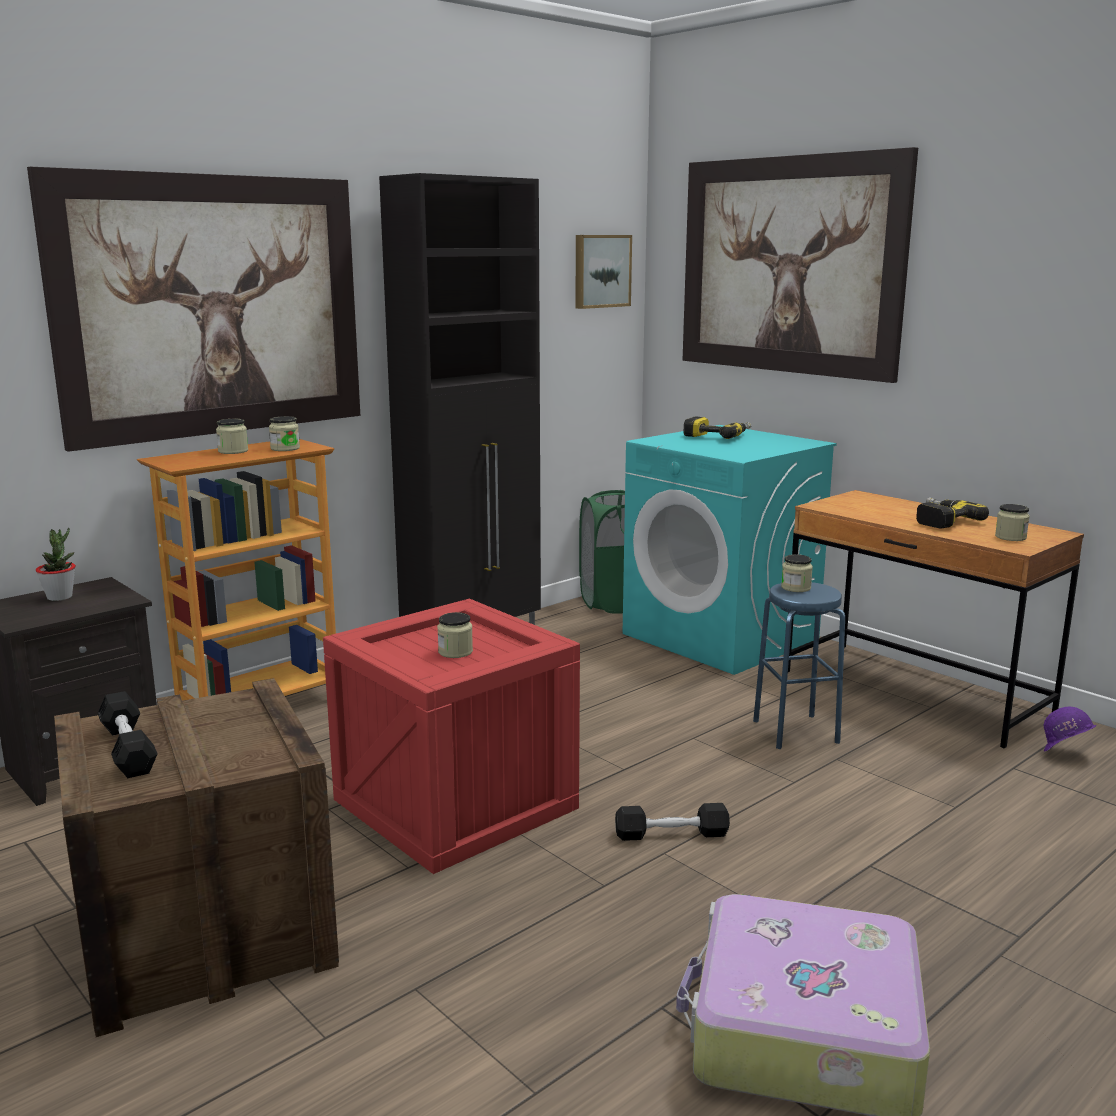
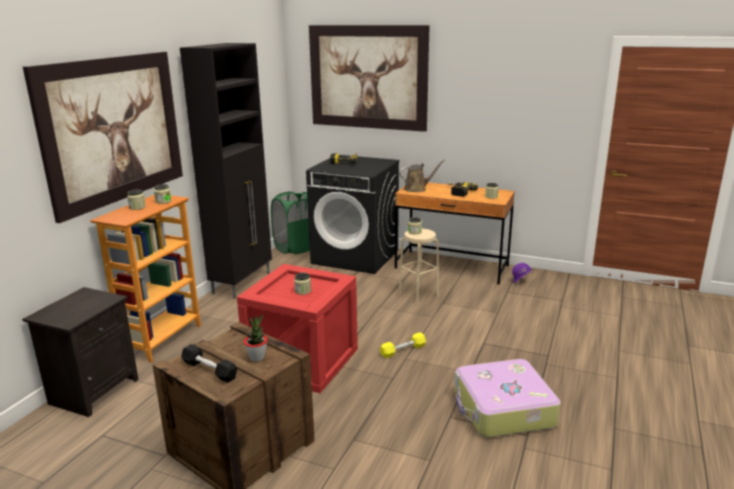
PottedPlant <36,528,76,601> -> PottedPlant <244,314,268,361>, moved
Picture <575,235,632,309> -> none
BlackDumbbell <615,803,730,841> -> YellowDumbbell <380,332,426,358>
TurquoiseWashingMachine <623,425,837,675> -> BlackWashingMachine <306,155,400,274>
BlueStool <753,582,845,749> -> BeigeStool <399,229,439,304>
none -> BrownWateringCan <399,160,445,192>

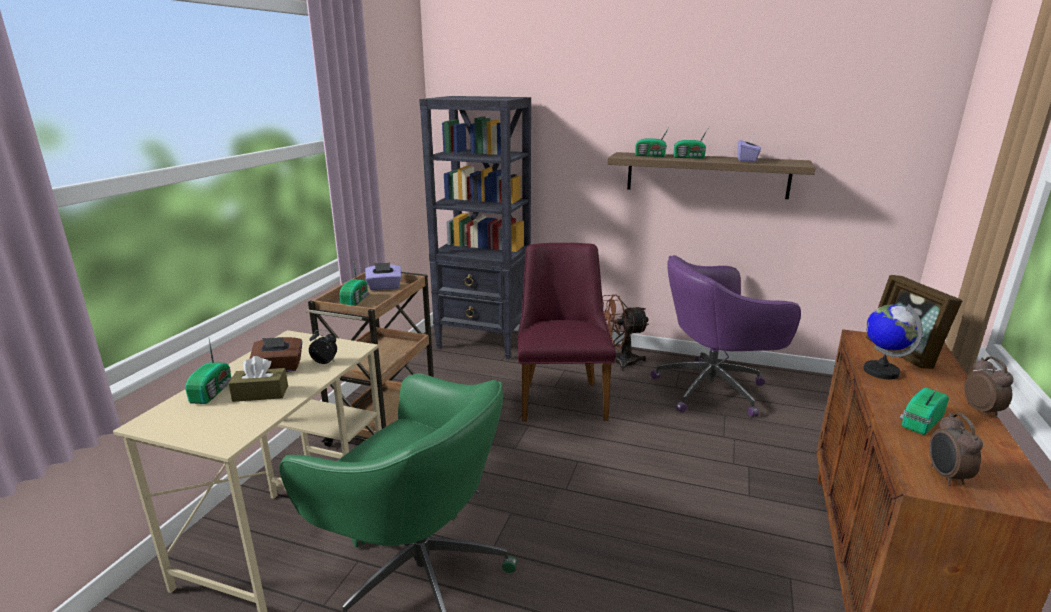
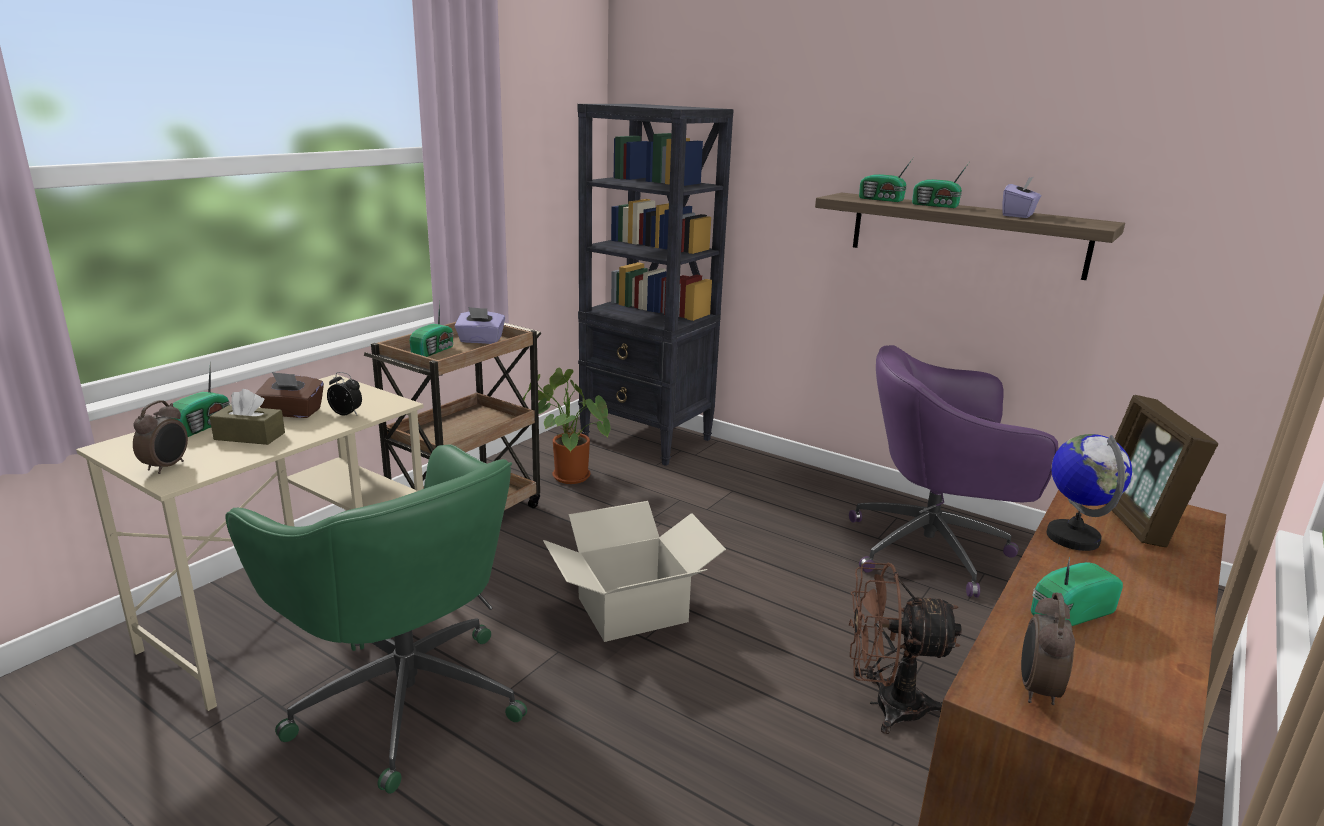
PurpleChair <517,243,616,422> -> none
BrownFan <602,294,649,371> -> BrownFan <849,562,962,734>, moved
AlarmClock <964,357,1014,418> -> AlarmClock <133,400,188,474>, moved
none -> PottedPlant <523,368,610,484>
none -> CardboardBox <543,501,726,642>

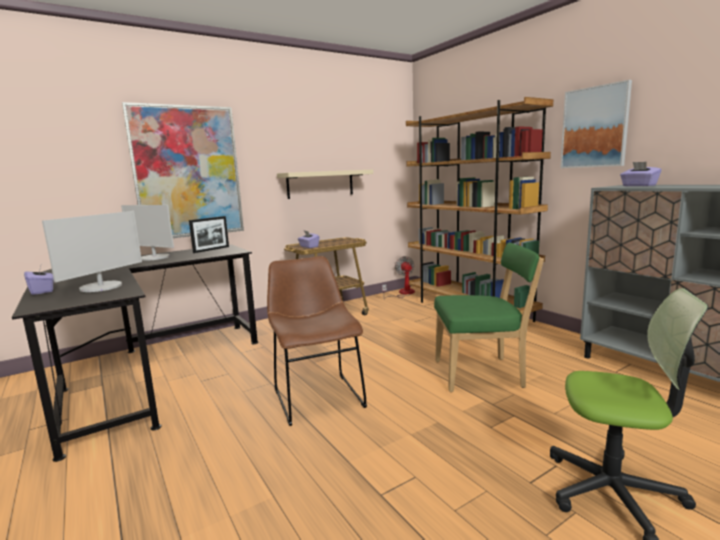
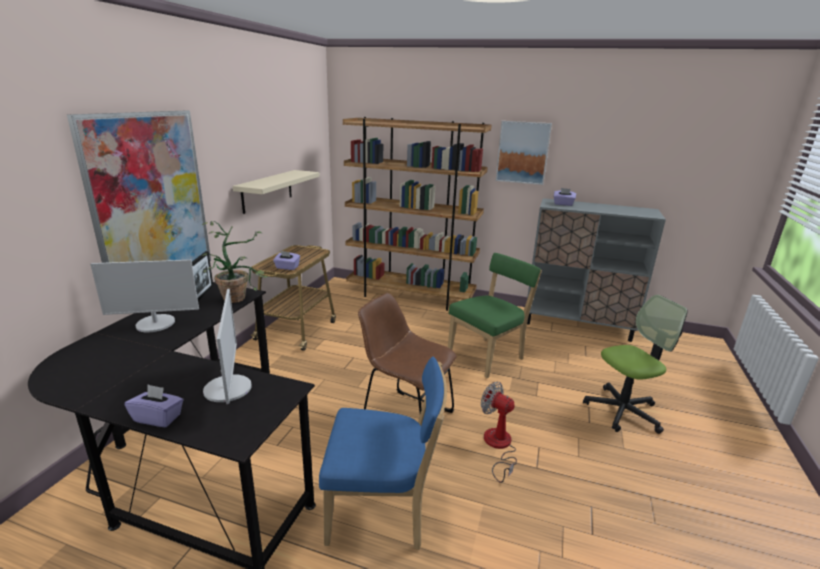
Fan <382,256,415,299> -> Fan <481,381,517,483>, moved
none -> PottedPlant <202,221,268,303>
none -> BlueChair <319,357,447,550>

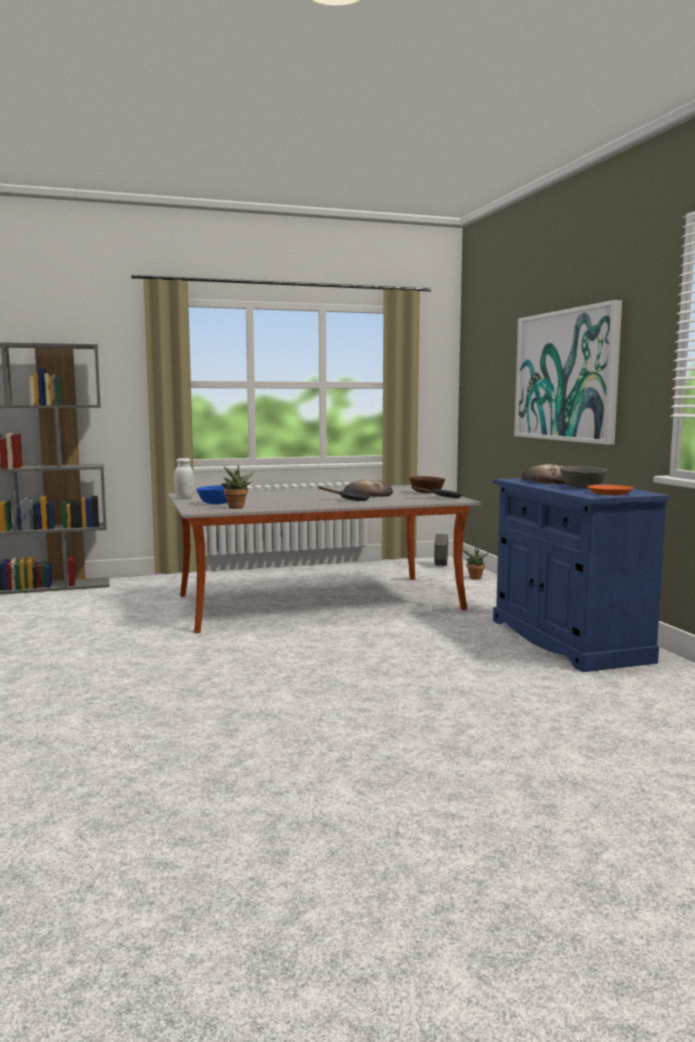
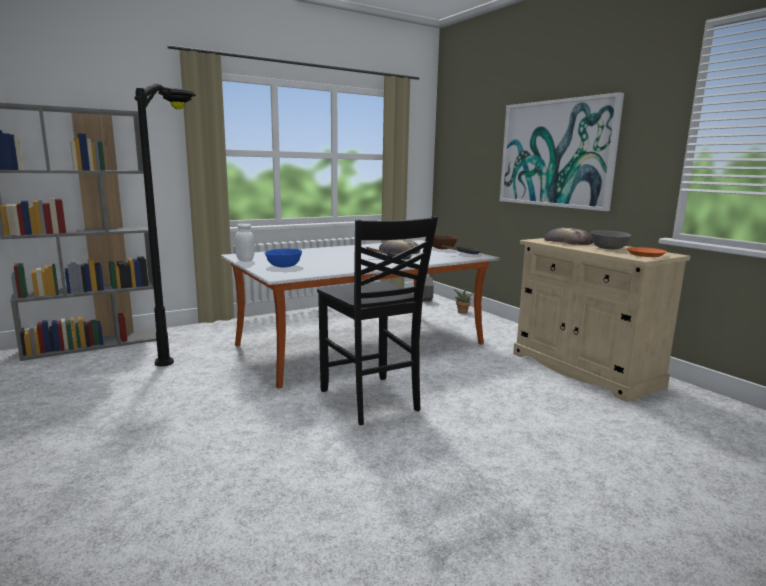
PottedPlant <221,465,254,509> -> none
BlueCabinet <493,478,670,672> -> BeigeCabinet <513,238,690,402>
none -> BlackFloorLamp <135,84,196,366>
none -> BlackChair <317,216,438,425>

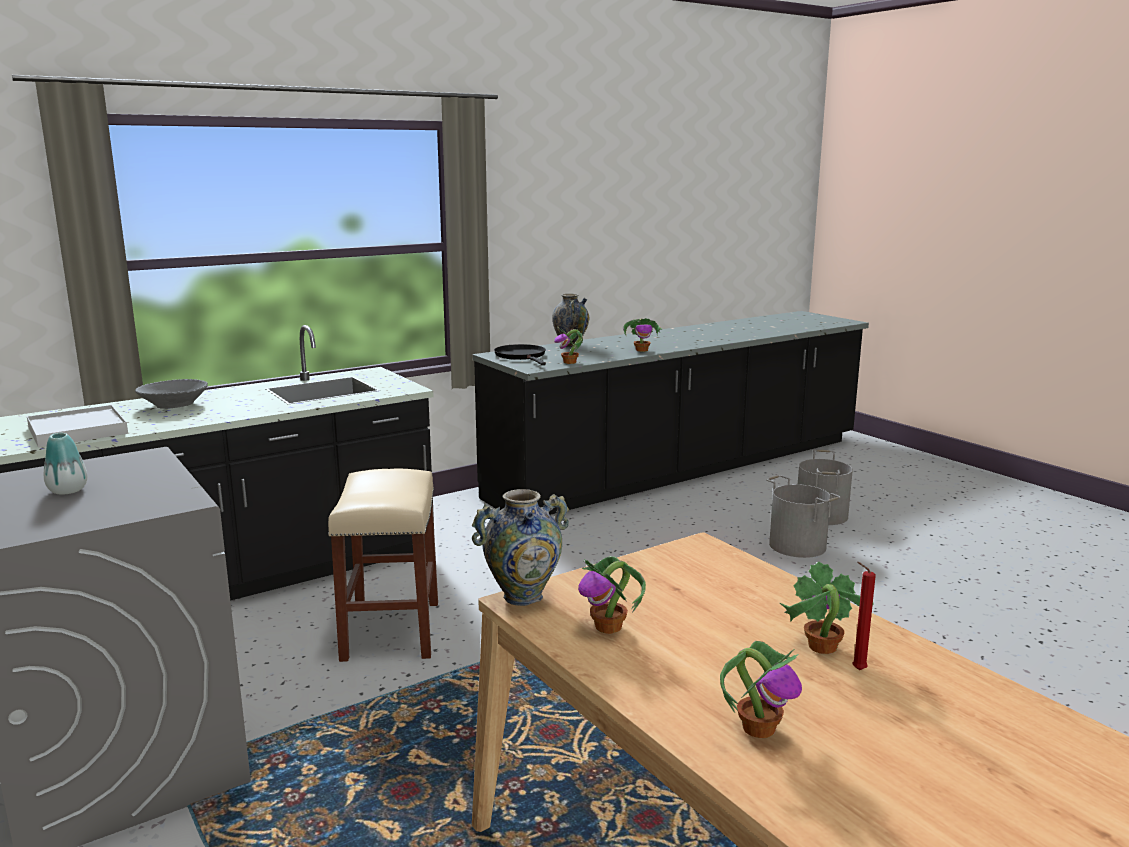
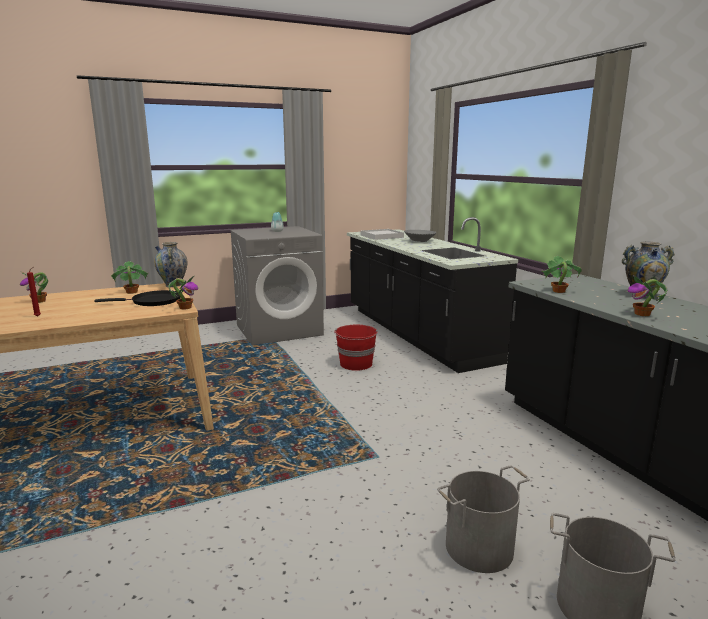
BeigeStool <328,469,438,662> -> RedBucket <334,325,378,371>
BlackFryingPan <494,344,546,365> -> BlackFryingPan <94,290,181,306>, moved
PottedPlant <780,561,874,654> -> PottedPlant <168,276,198,309>, moved

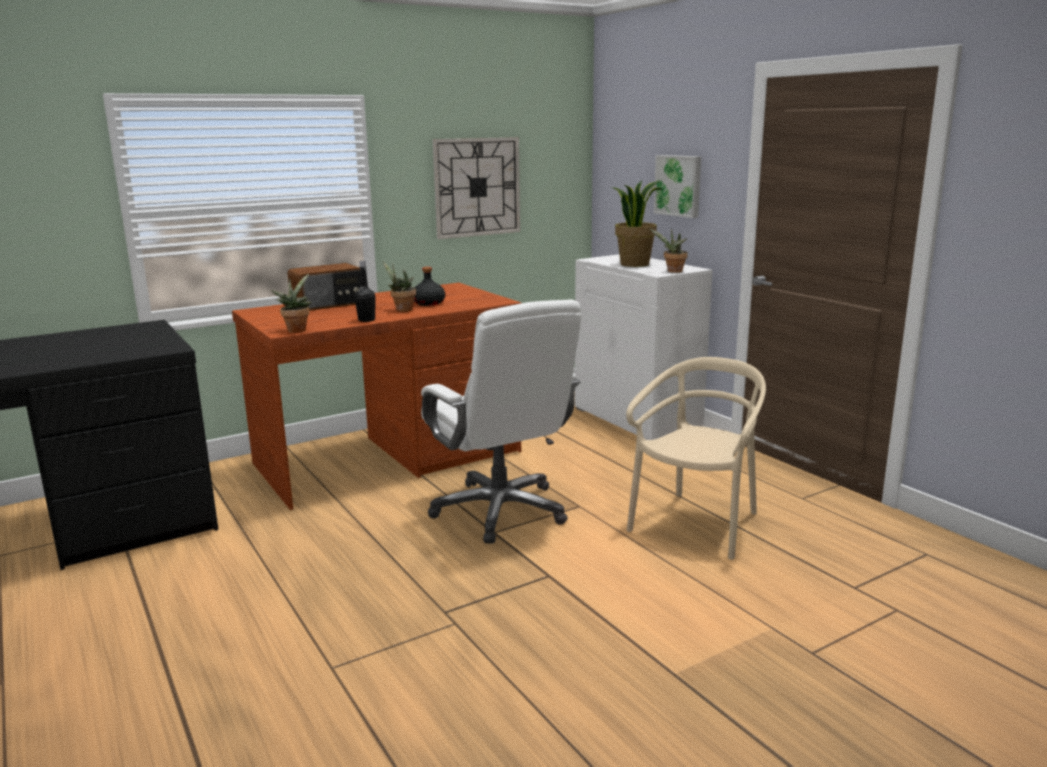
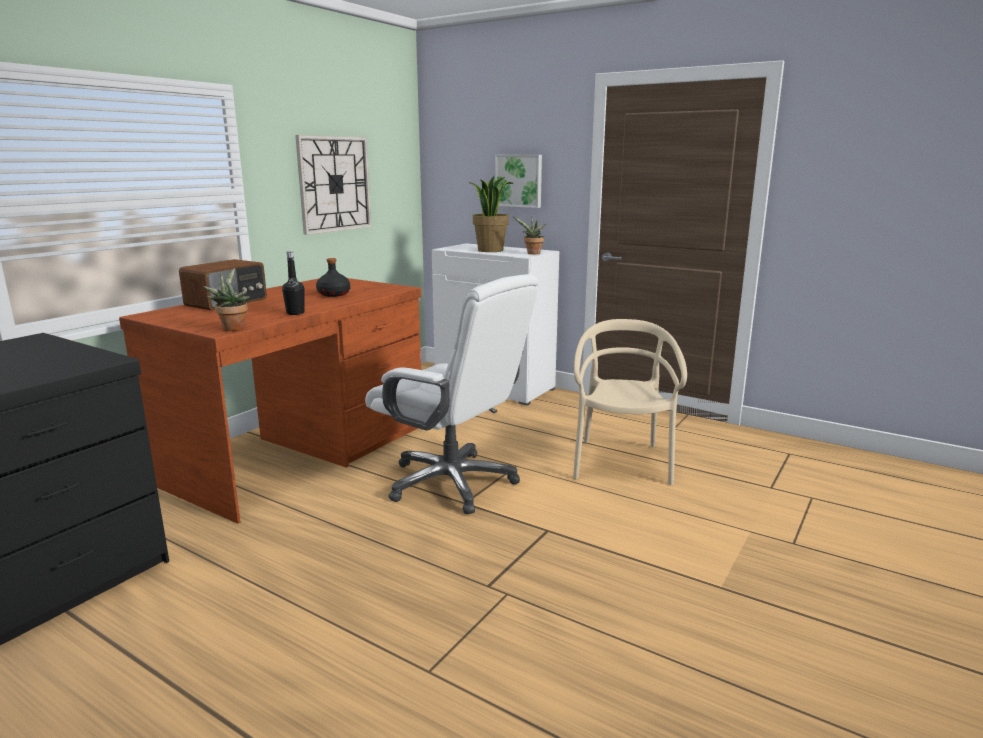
PottedPlant <383,261,416,312> -> none

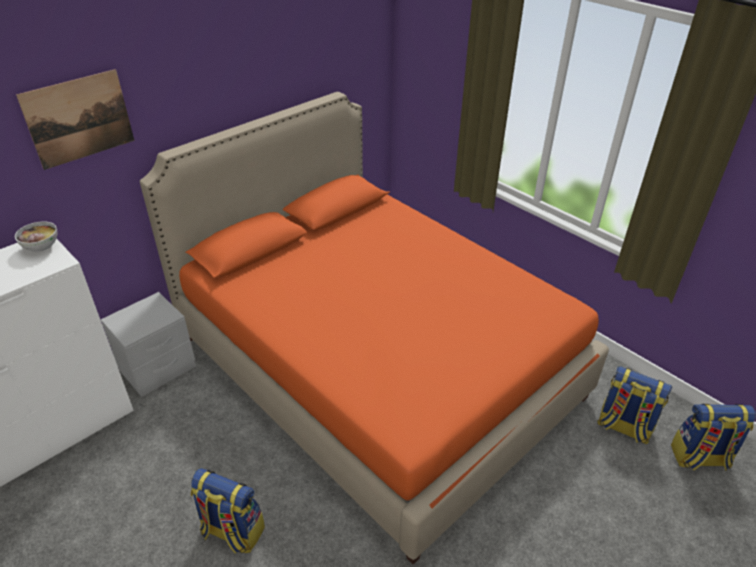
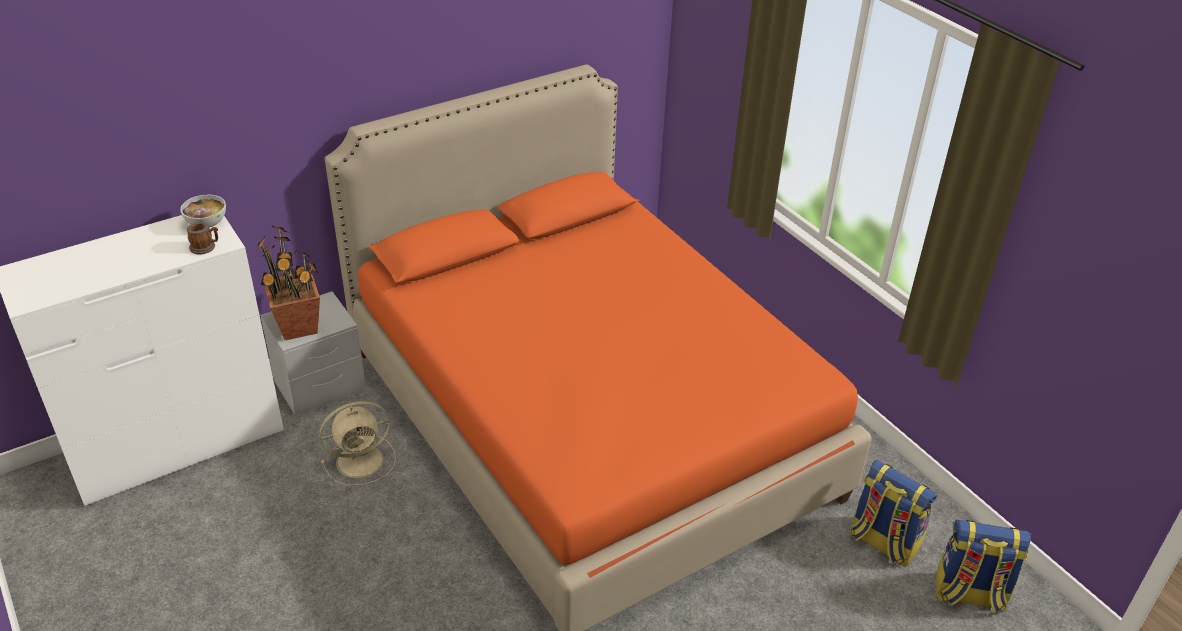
Picture <16,69,134,170> -> none
Backpack <191,468,265,554> -> none
none -> Mug <187,222,218,255>
none -> PottedPlant <257,226,320,340>
none -> BeigeFan <319,401,396,486>

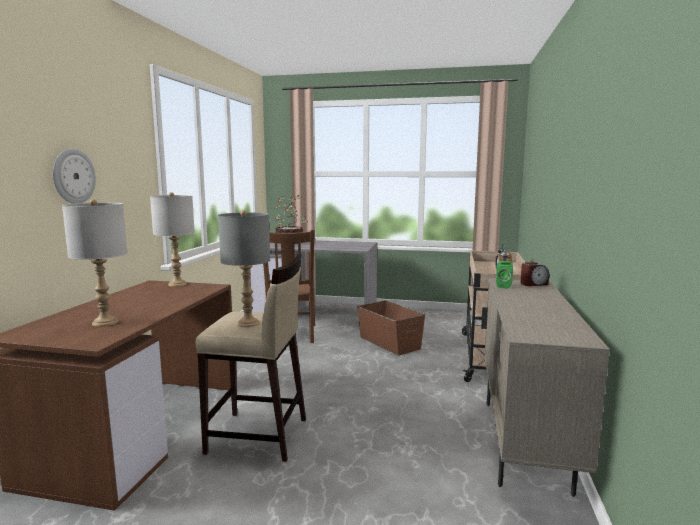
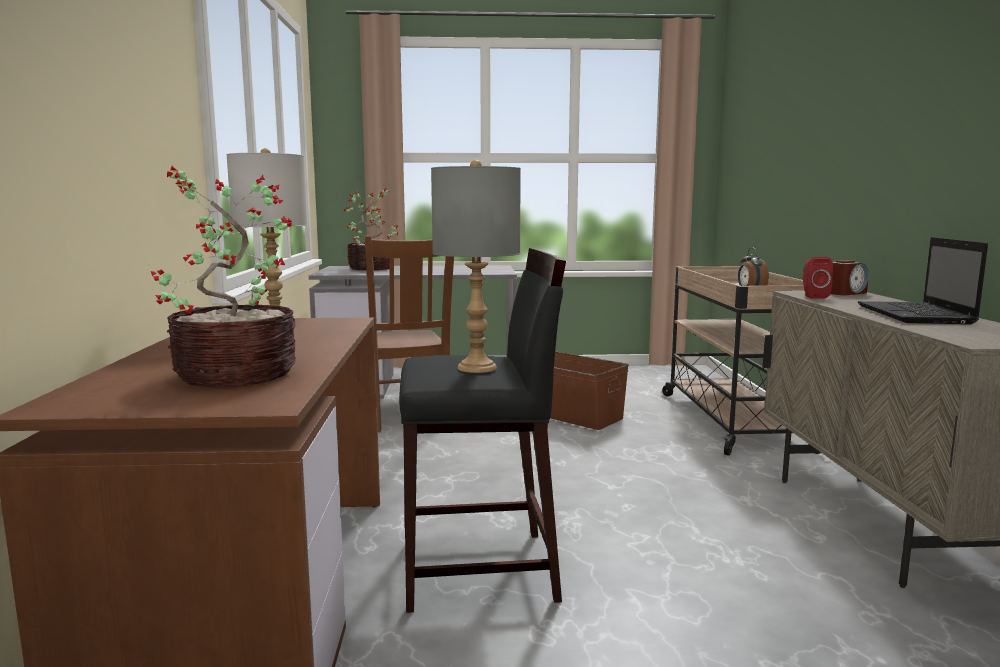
WallClock <53,149,96,204> -> none
GreyTableLamp <62,199,128,327> -> PottedPlant <151,166,296,388>
BeigeStool <196,254,306,462> -> BlackStool <399,248,566,613>
GreenSpeaker <496,261,513,289> -> RedSpeaker <803,257,833,299>
none -> Laptop <858,237,988,324>

